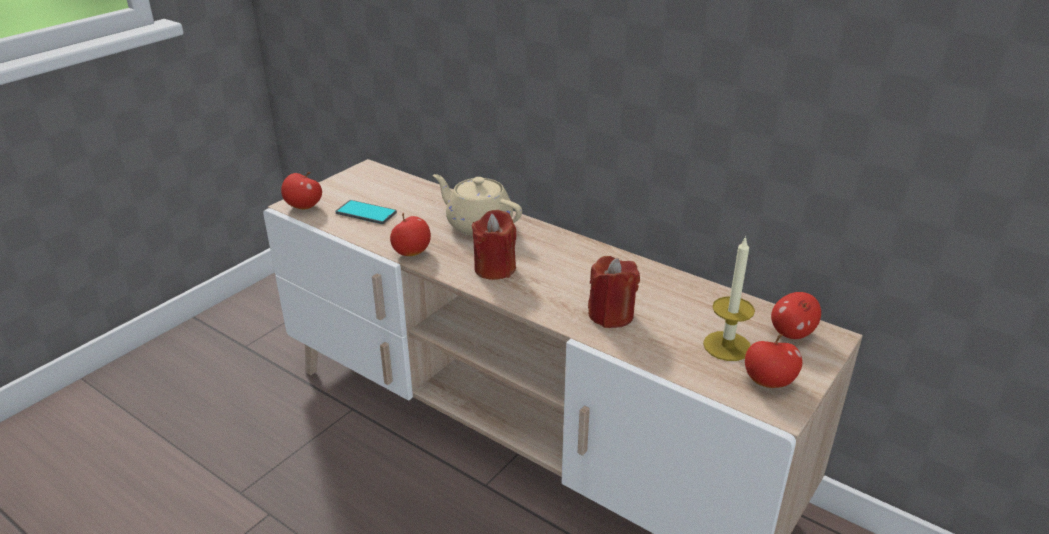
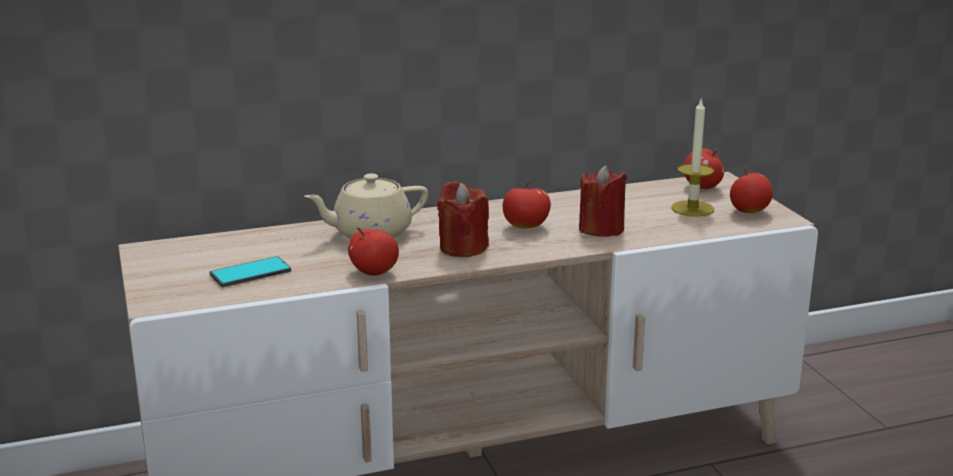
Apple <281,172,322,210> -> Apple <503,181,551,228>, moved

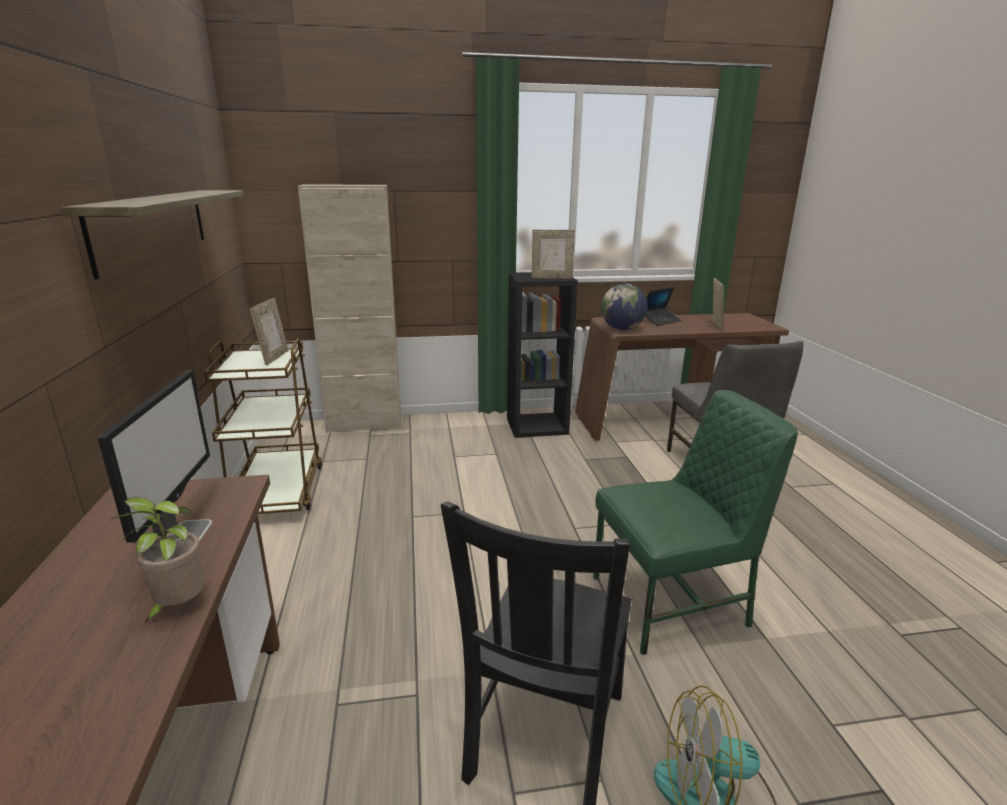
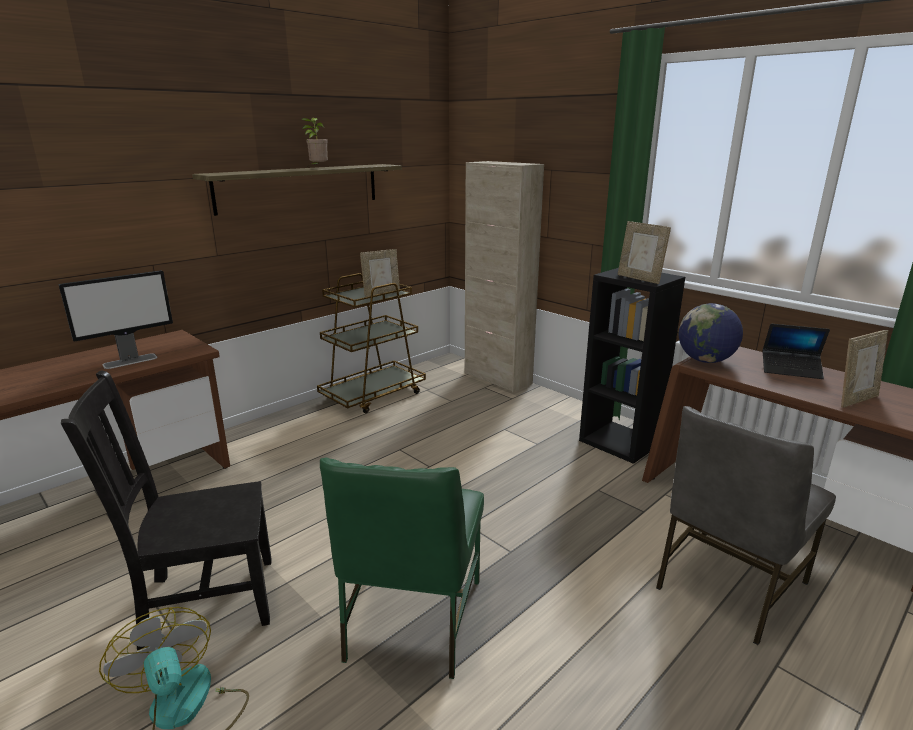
PottedPlant <111,497,205,624> -> PottedPlant <301,117,328,164>, moved
GreenChair <593,390,798,655> -> GreenChair <320,458,484,679>, 60 degrees clockwise

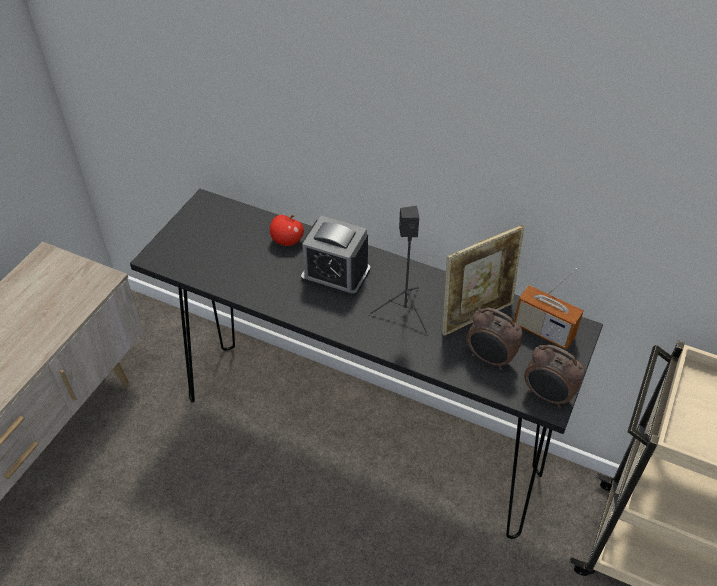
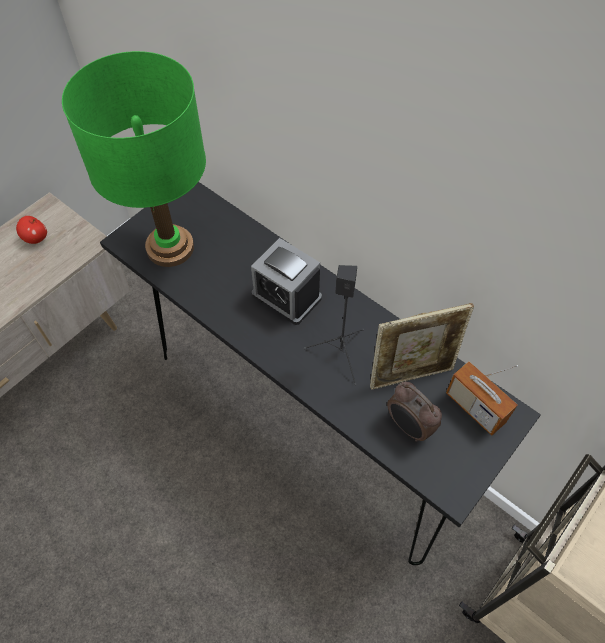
Apple <270,215,304,246> -> Apple <16,216,47,244>, moved
AlarmClock <524,345,585,408> -> none
none -> GreenTableLamp <62,51,206,267>

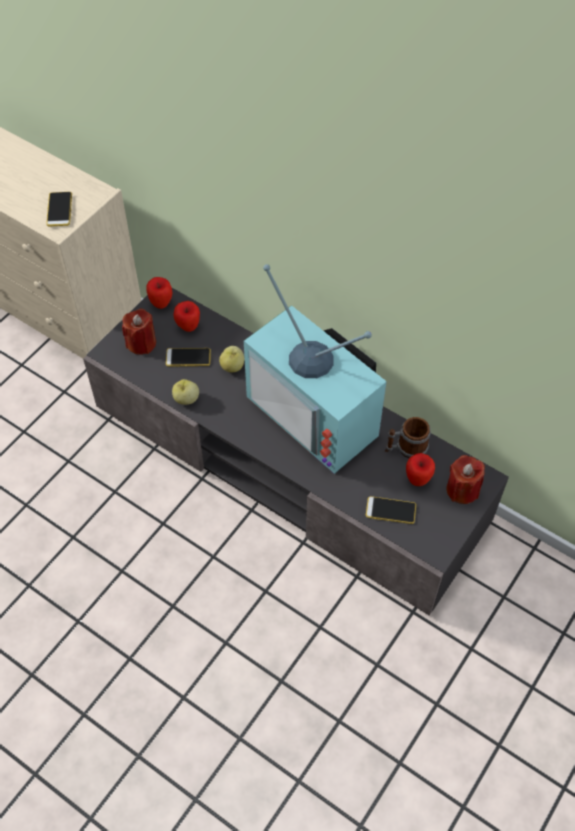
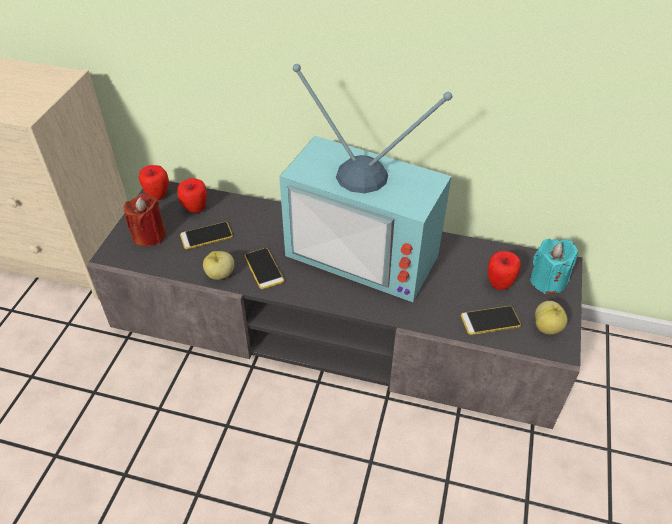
Phone <46,192,72,227> -> Phone <245,248,284,289>, moved
Apple <219,346,244,372> -> Apple <535,301,568,335>, moved
Mug <385,417,431,458> -> none
RedCandle <446,455,485,504> -> TurquoiseCandle <530,239,578,294>

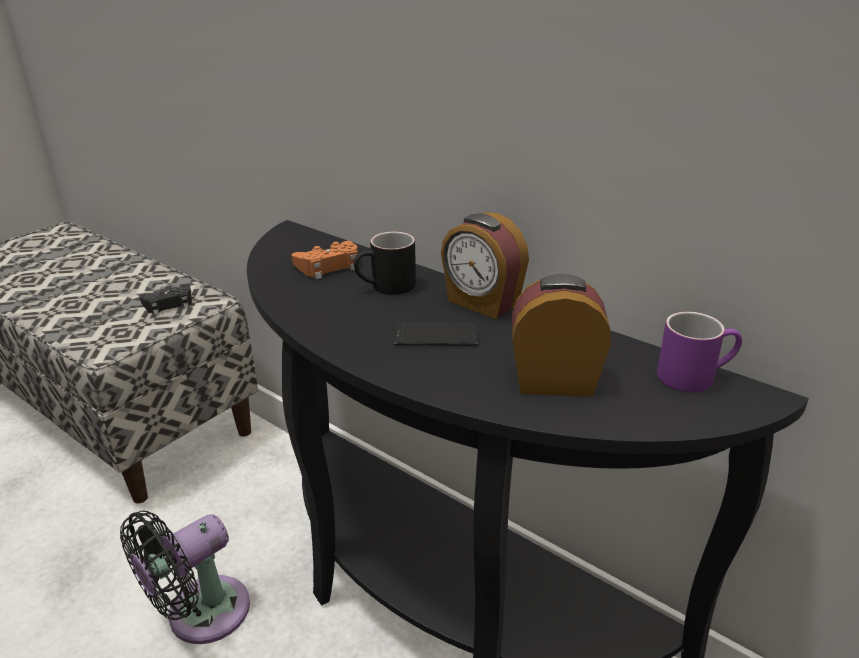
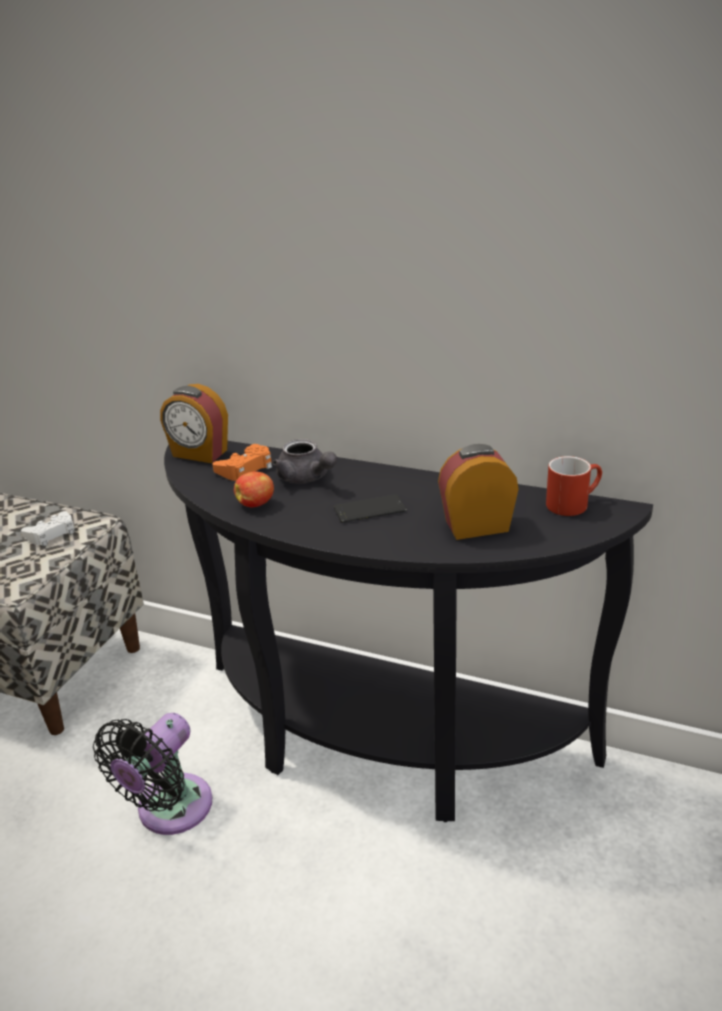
BlackGameController <139,285,192,315> -> WhiteGameController <21,511,74,547>
BlackMug <354,231,416,295> -> GreyTeapot <273,439,337,484>
AlarmClock <441,212,529,319> -> AlarmClock <160,384,228,463>, moved
PurpleMug <657,312,742,392> -> RedMug <546,456,602,516>
none -> Apple <234,471,274,507>

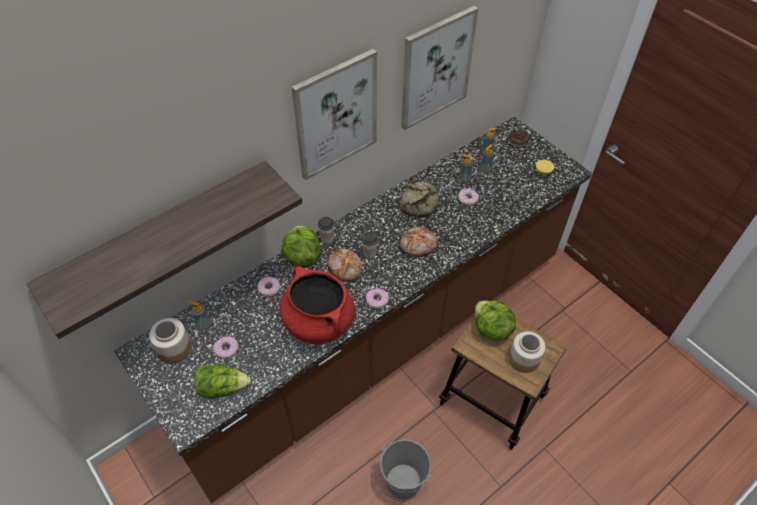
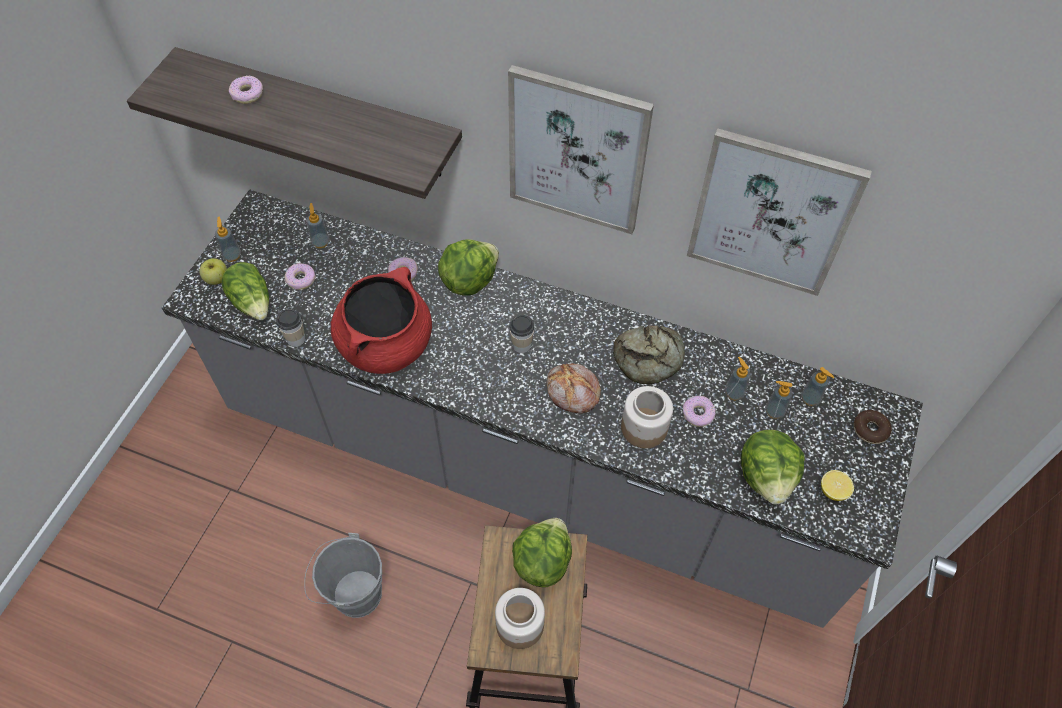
BrownCounter <114,117,592,503> -> GreyCounter <162,190,923,628>
Jar <149,318,191,364> -> Jar <621,386,673,448>, moved
Cup <318,217,335,244> -> Cup <276,309,305,347>, moved
Bread <327,248,362,281> -> none
Donut <366,288,389,309> -> Donut <229,76,263,104>, moved
none -> Apple <199,258,227,285>
none -> SoapDispenser <215,217,241,262>
none -> Lettuce <741,430,805,504>

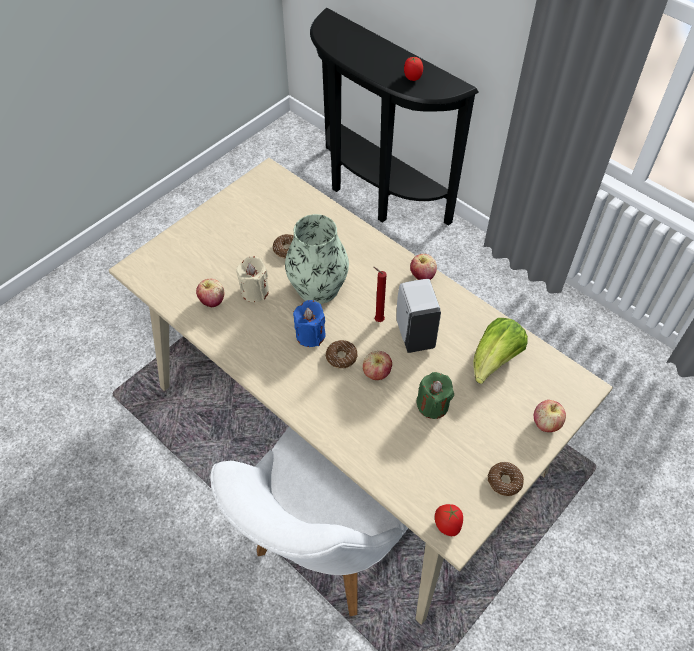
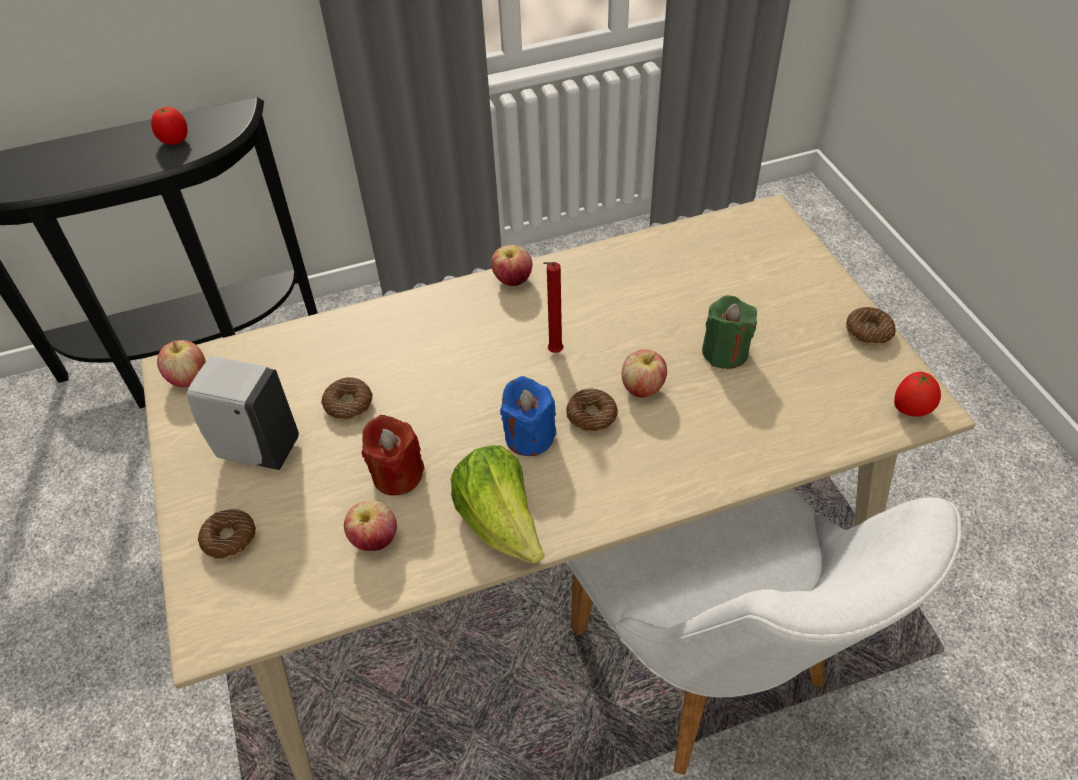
BeigeCandle <236,256,269,302> -> RedCandle <362,415,425,495>
Vase <285,214,349,304> -> none
WhiteSoapDispenser <396,279,441,353> -> WhiteSoapDispenser <187,356,299,470>, moved
Lettuce <473,318,528,384> -> Lettuce <451,445,544,563>, moved
Apple <534,400,566,432> -> Apple <157,340,206,388>, moved
none -> Donut <198,509,256,559>

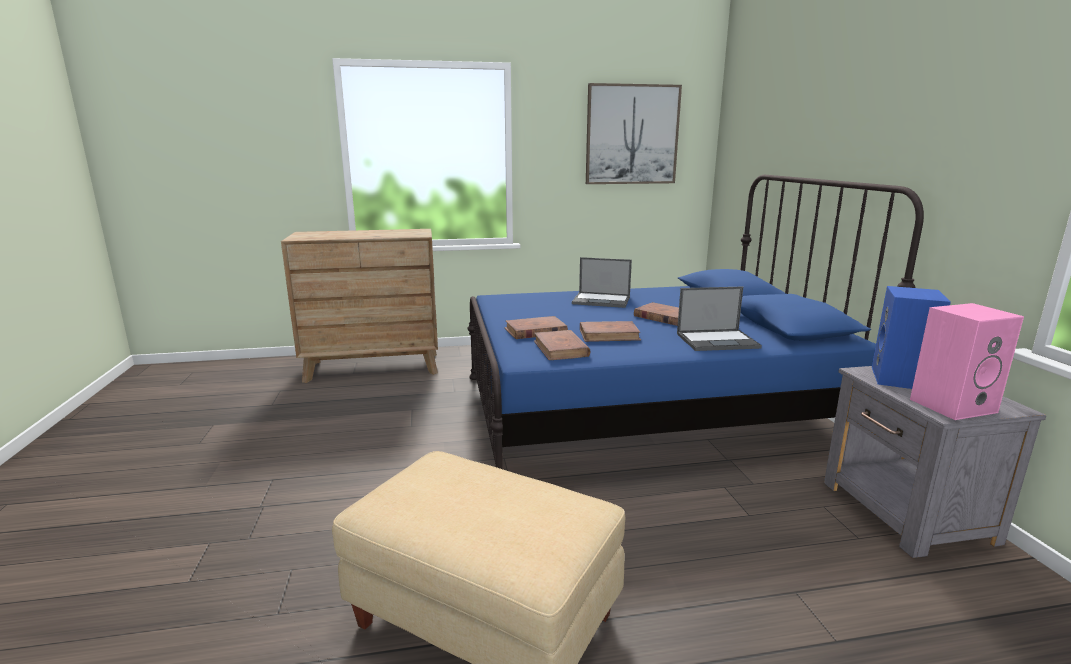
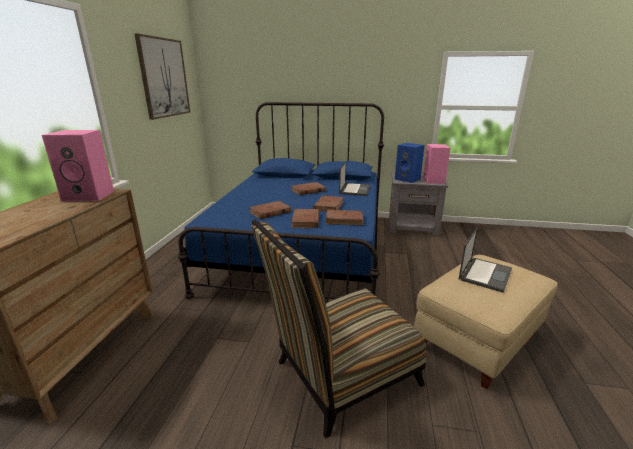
Laptop <572,257,632,308> -> Laptop <458,227,512,293>, moved
none -> PinkSpeaker <42,130,114,202>
none -> BrownBook <249,201,291,219>
none -> Chair <252,219,426,438>

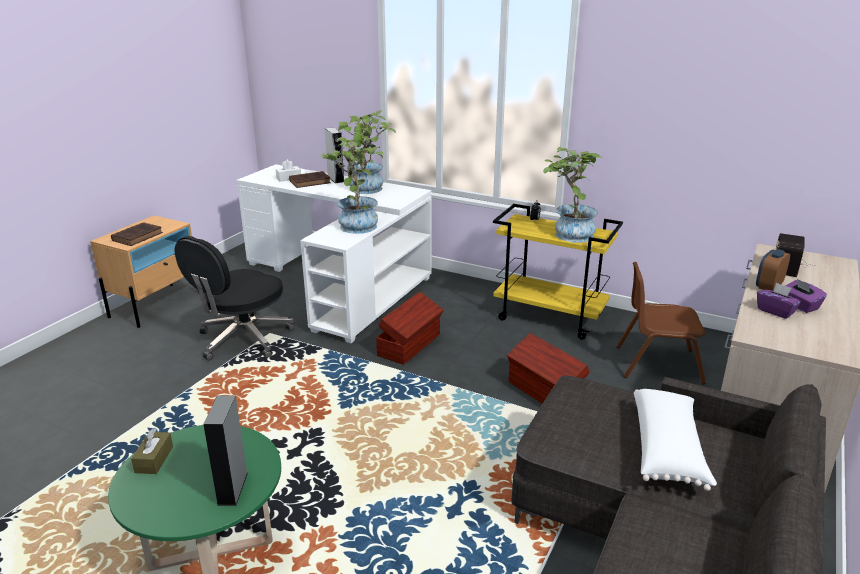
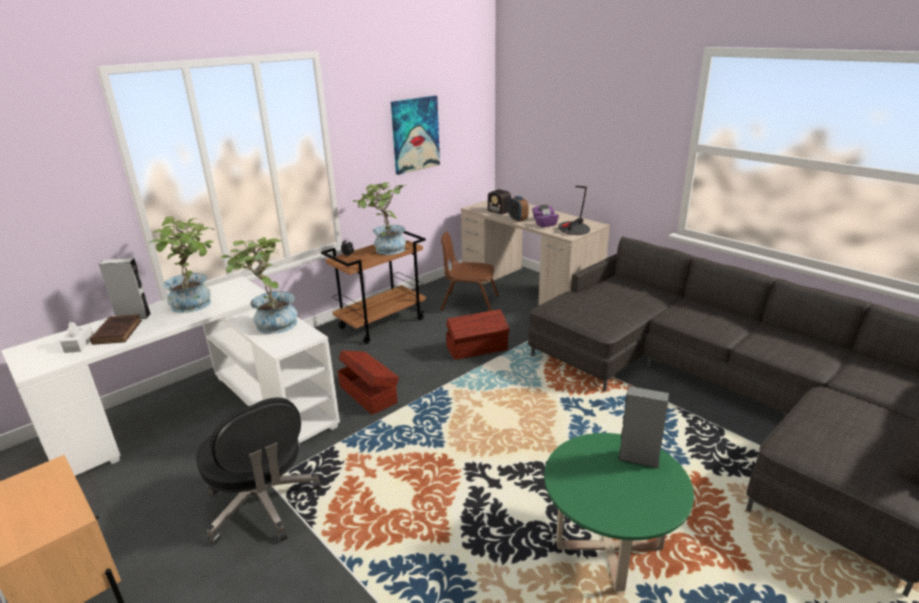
BrownBook <111,222,163,246> -> none
BrownTissueBox <131,428,173,474> -> none
YellowCart <493,204,623,340> -> BrownCart <321,231,426,344>
BrownChair <616,262,706,384> -> BrownChair <440,232,499,311>, 75 degrees clockwise
WhitePillow <634,389,717,491> -> none
none -> Picture <391,96,440,175>
none -> TableLamp <558,186,590,235>

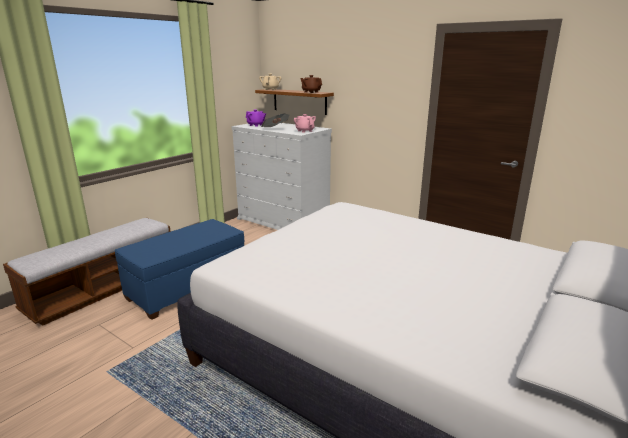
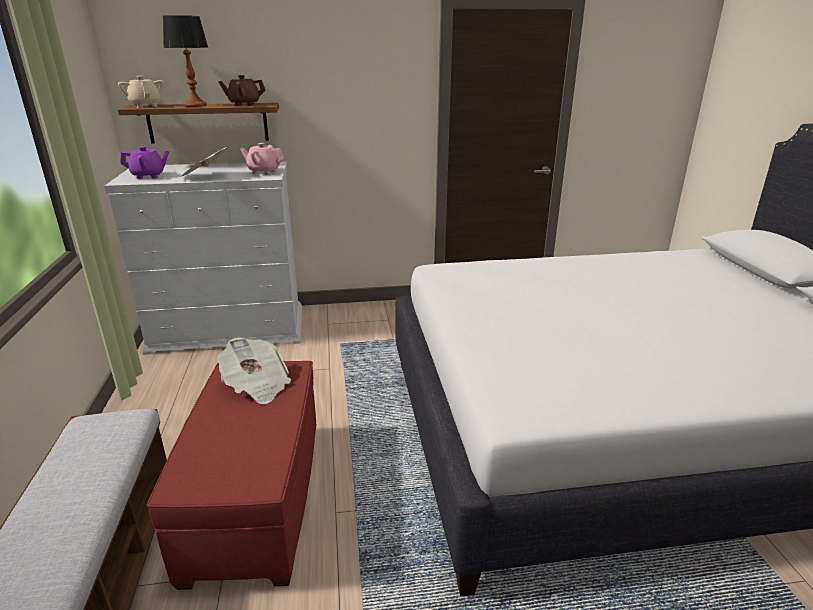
BlueOttoman <114,219,244,320> -> RedOttoman <147,361,316,590>
none -> TableLamp <163,15,208,107>
none -> Newspaper <217,337,291,404>

